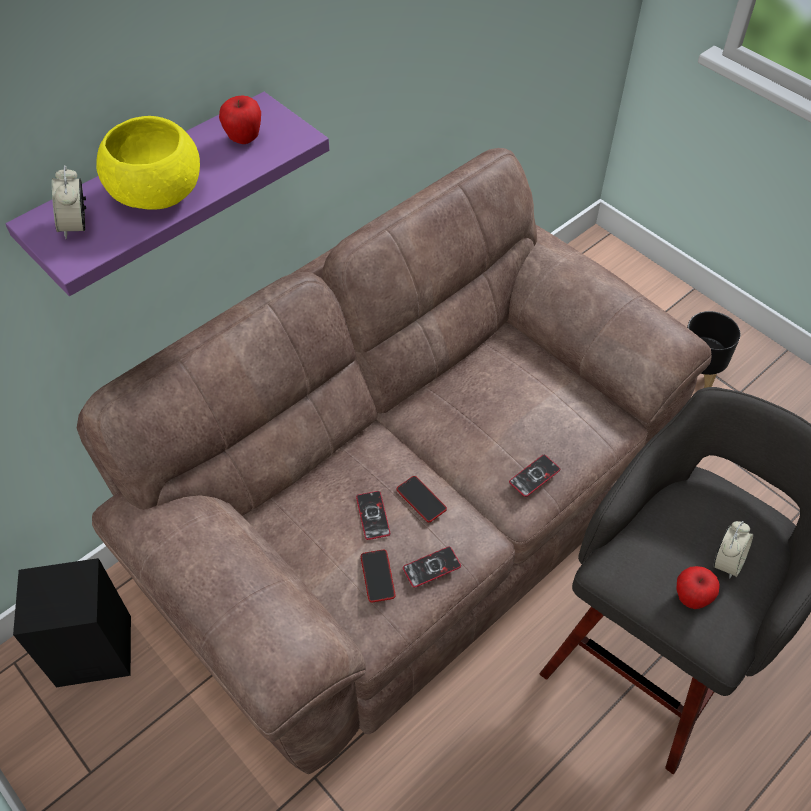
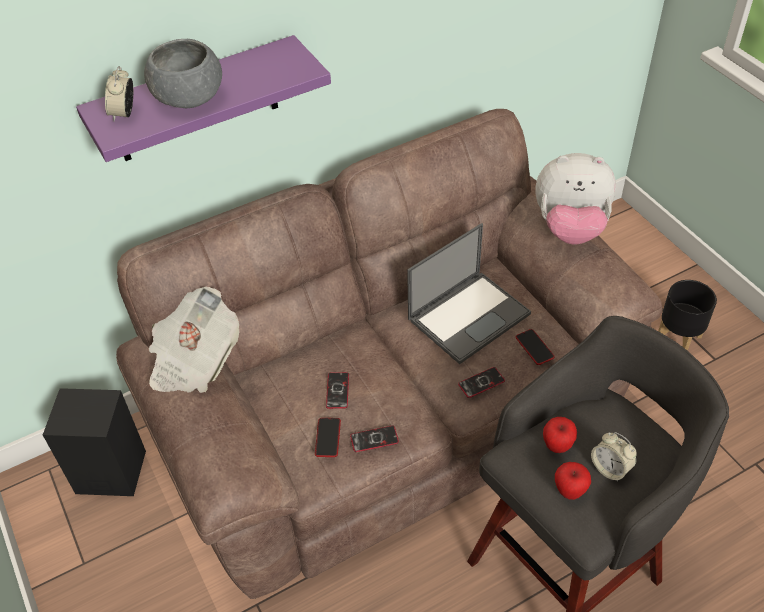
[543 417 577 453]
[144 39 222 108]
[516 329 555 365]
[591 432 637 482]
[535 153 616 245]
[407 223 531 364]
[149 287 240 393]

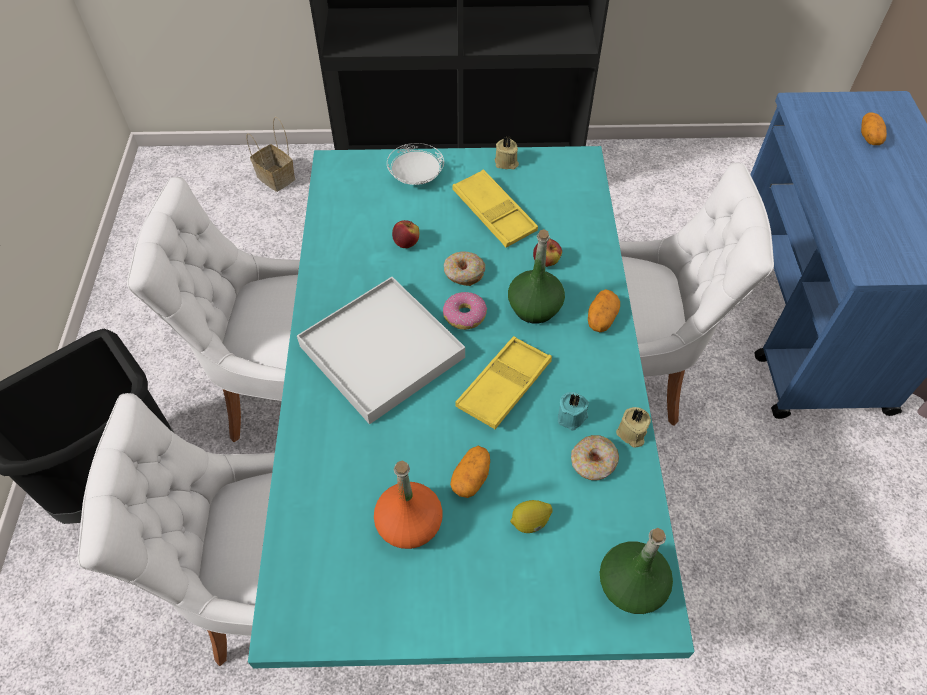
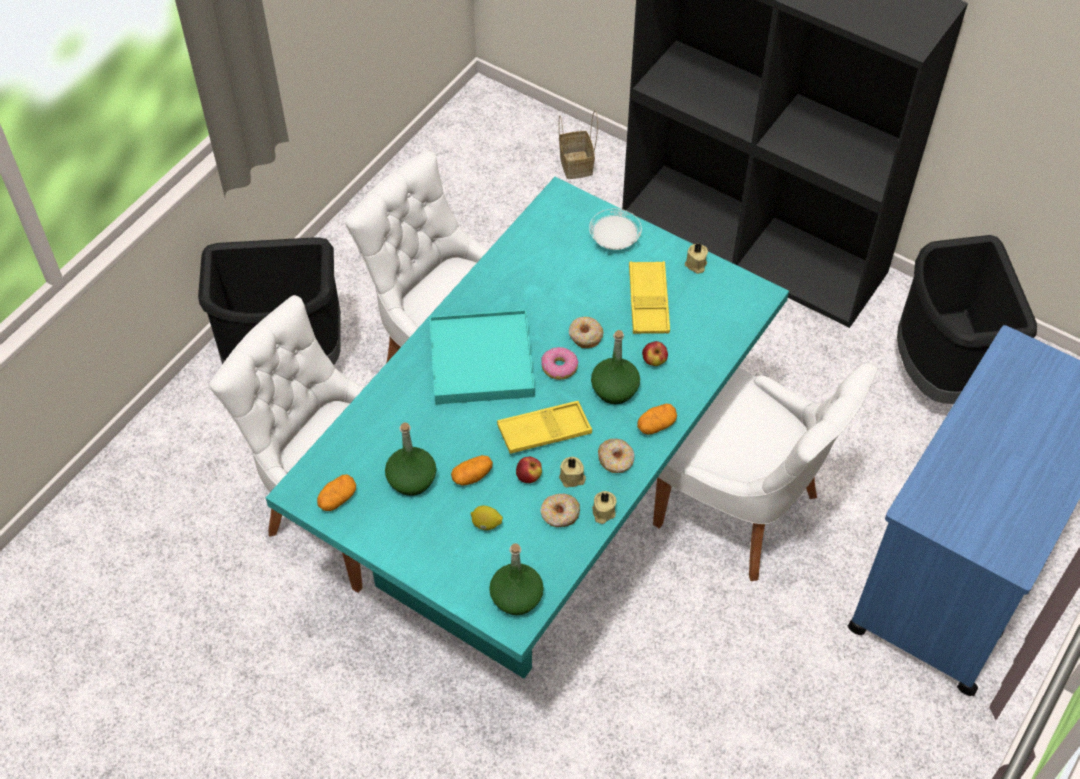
[317 474 356 511]
[516 457 542 483]
[430 310 535 404]
[559 457 586 488]
[385 422 436 496]
[897 235 1037 404]
[598 438 634 473]

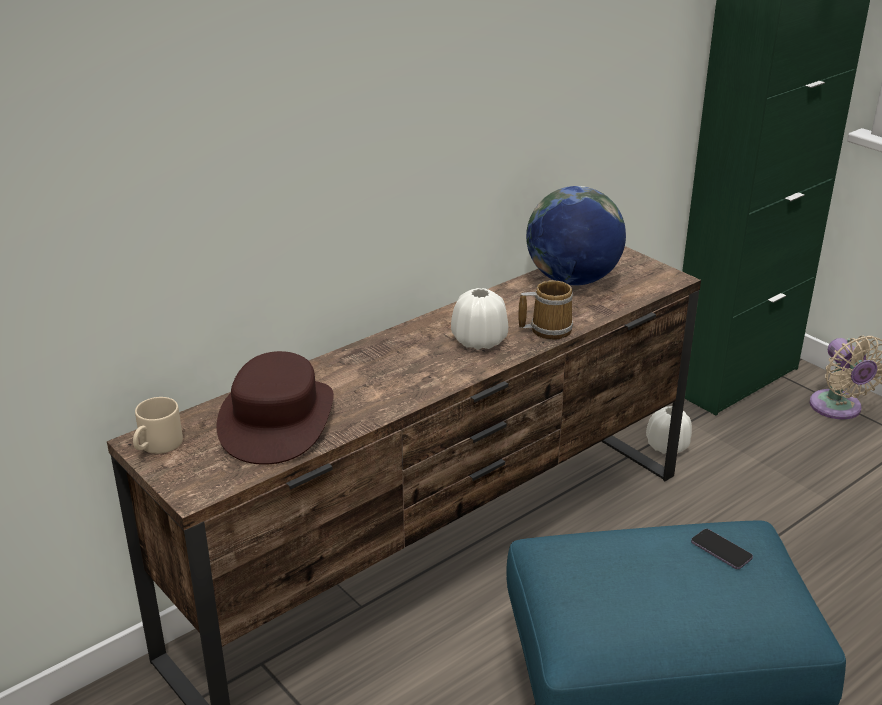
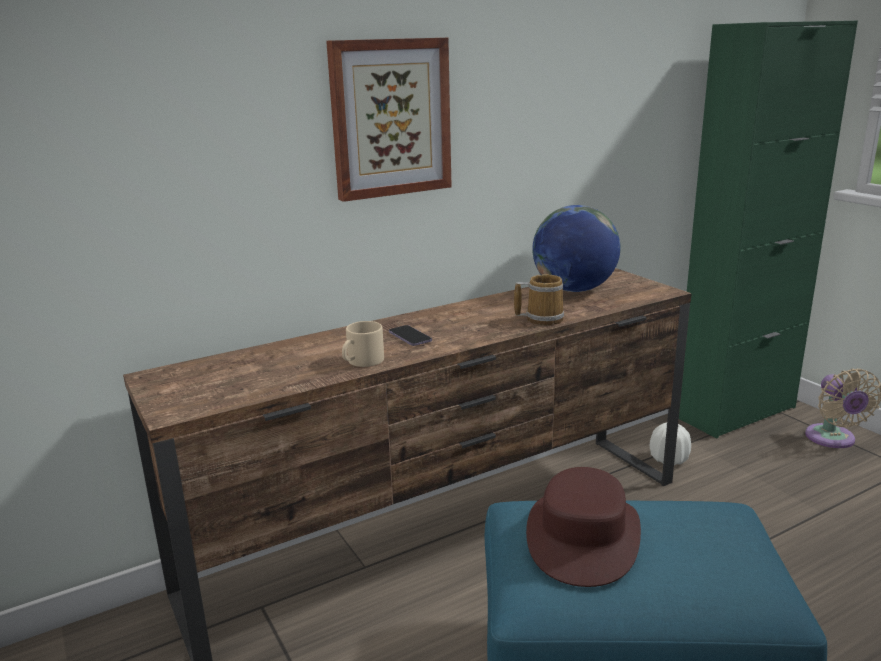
[451 288 508 350] (first image)
[526 467 641 587]
[342 321 384 367]
[389 325 432 346]
[326 38 452 202]

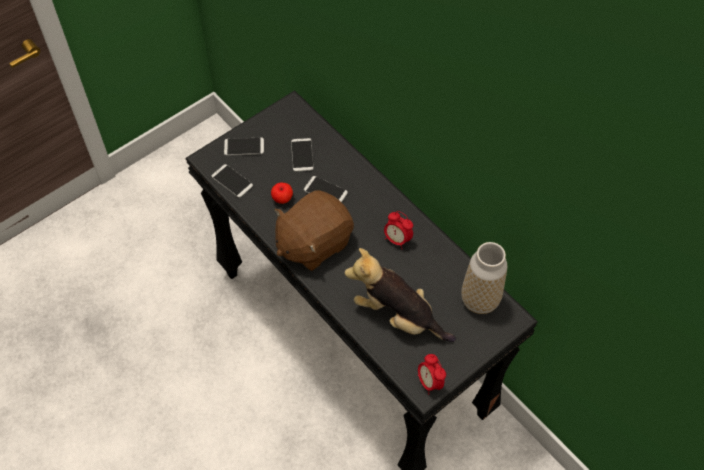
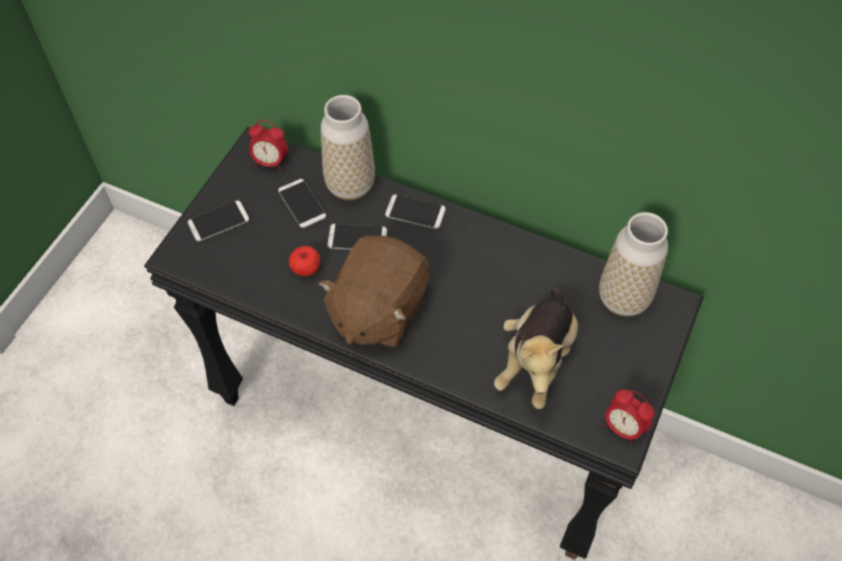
[385 194 446 229]
[249 120 288 171]
[494 287 578 409]
[321 95 375 200]

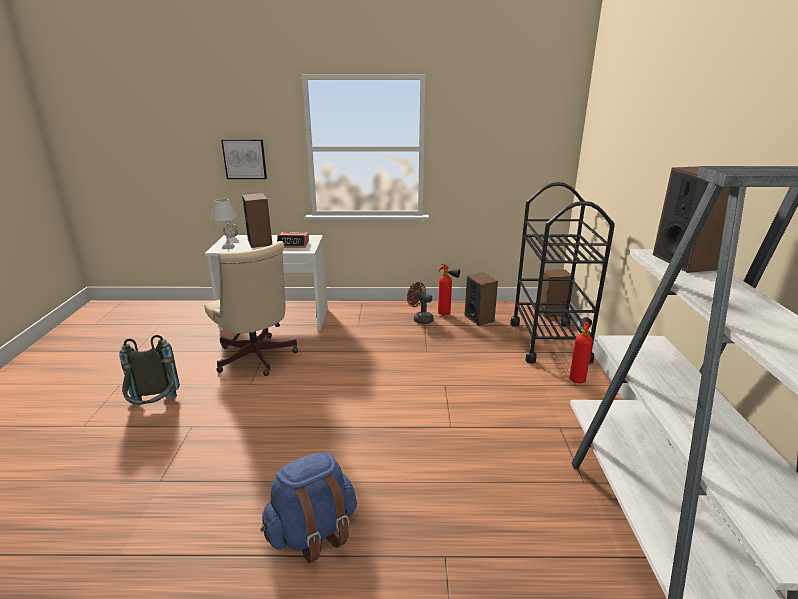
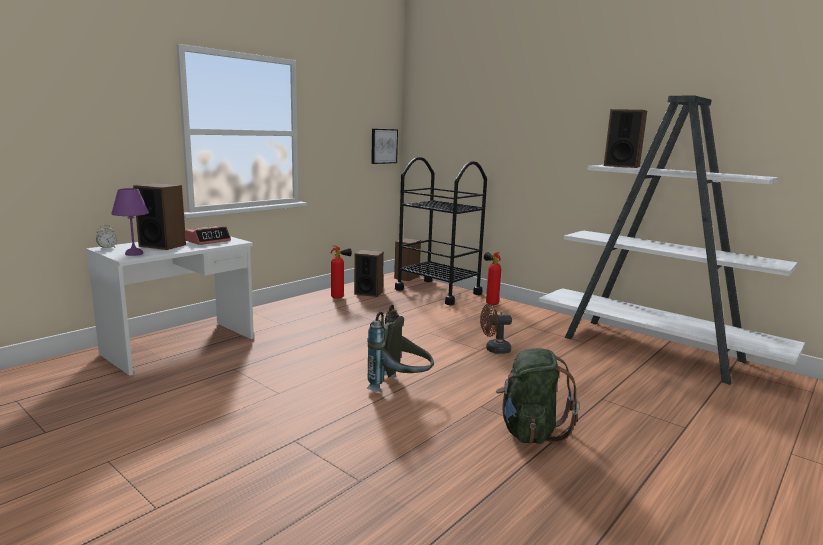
[371 129 398 164]
[111 188 149 256]
[204 241 298 376] (first image)
[480 304 512 354]
[366 304 434 392]
[496 348 579 444]

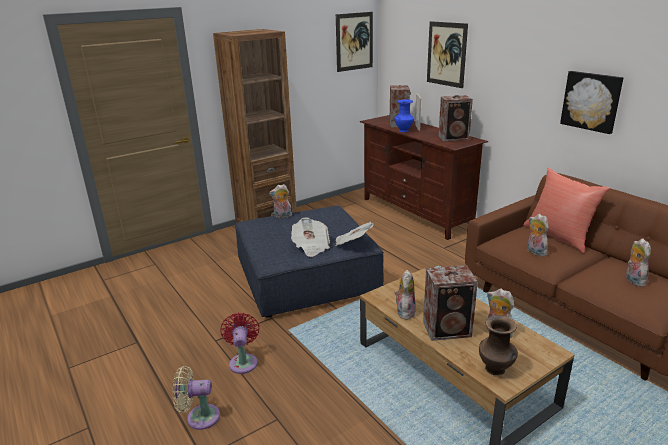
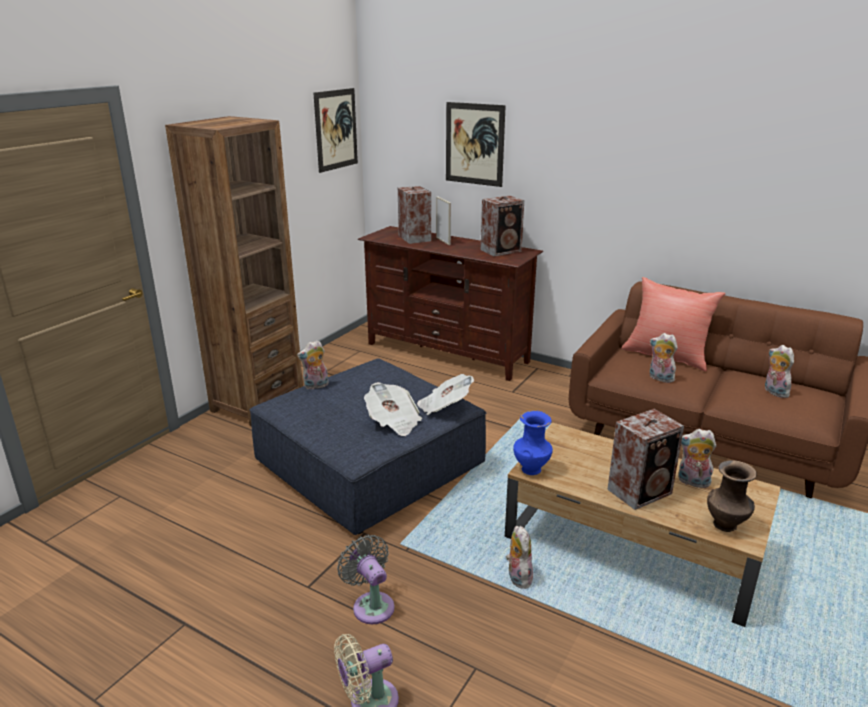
[560 71 624 134] (first image)
[513 410 553 475]
[506 526 533 589]
[337 535 394 624]

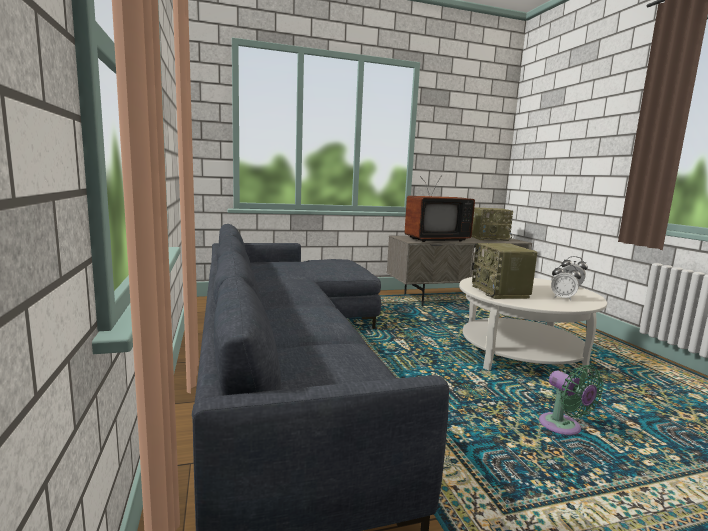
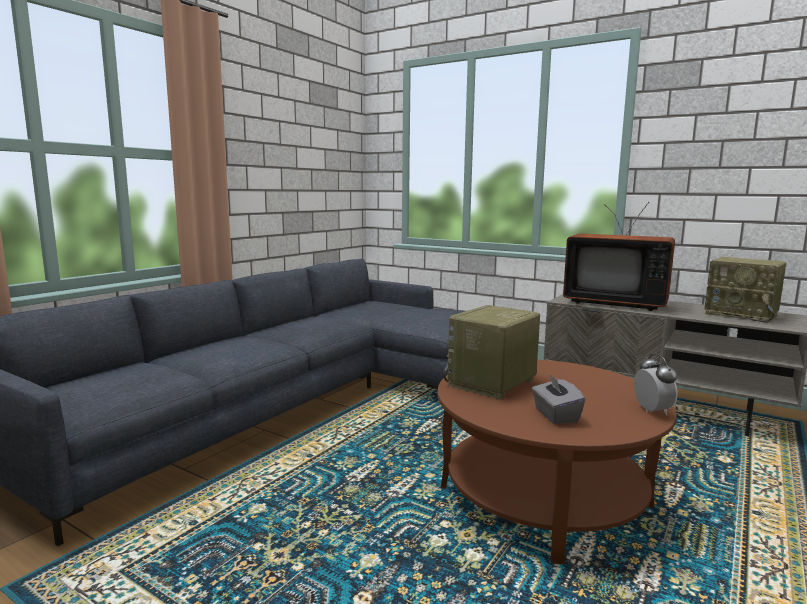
[532 373 585 424]
[437 360 677 565]
[539 365 604 435] (first image)

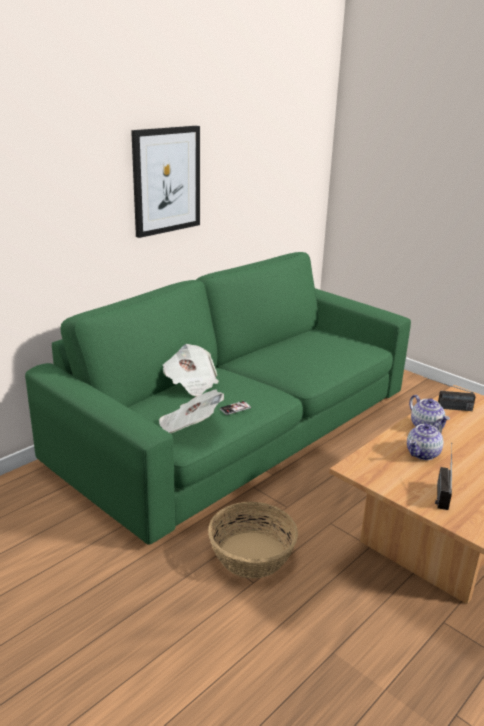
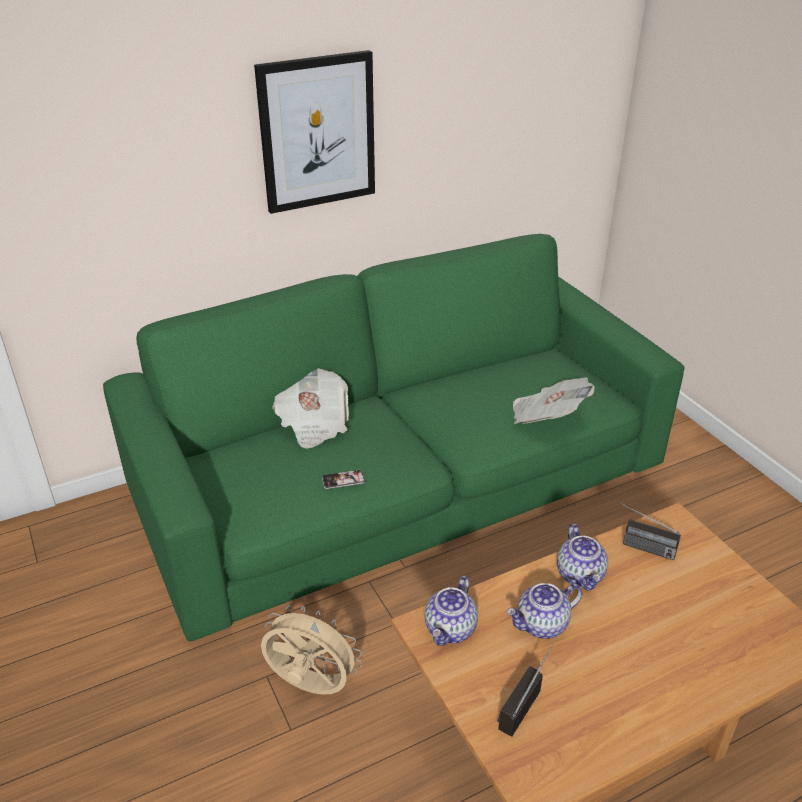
[513 377 595 424]
[261 605 362 695]
[425 575 478 646]

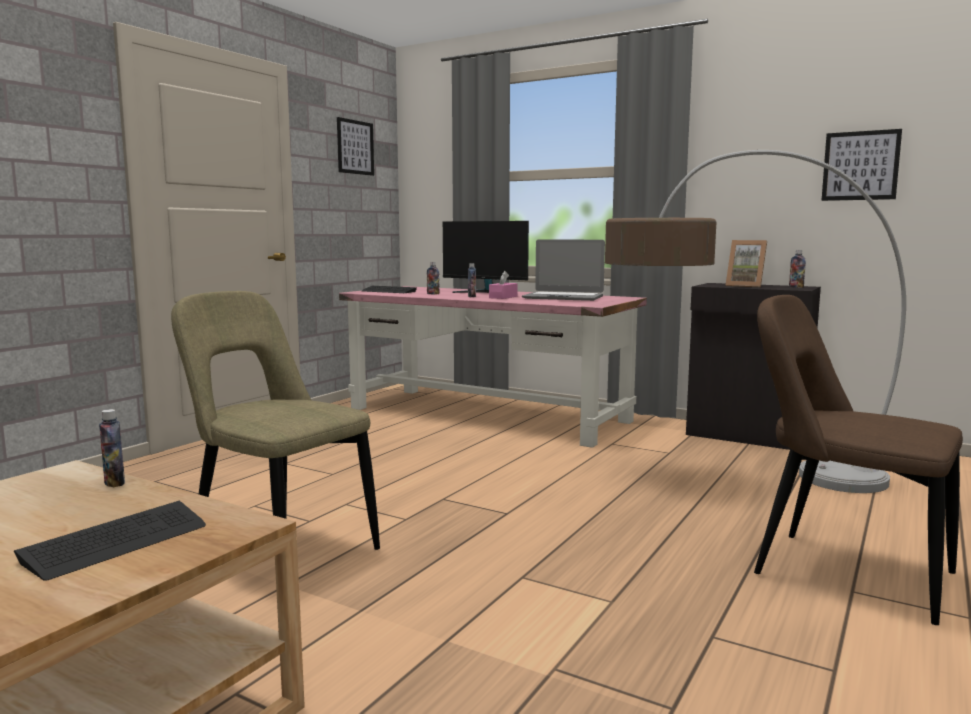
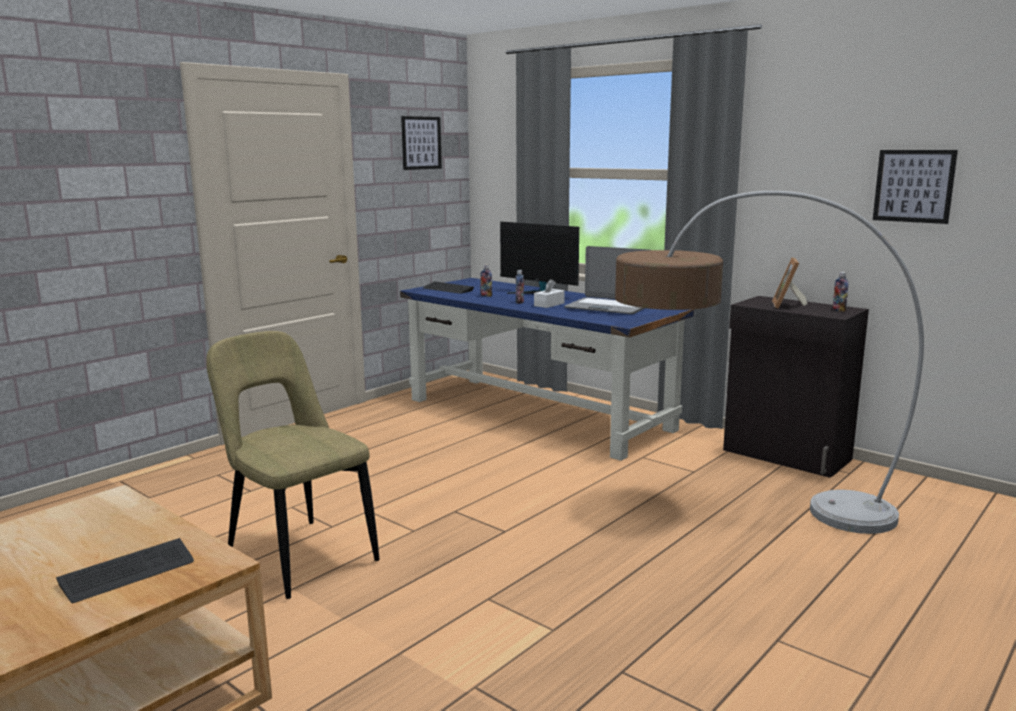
[772 257 807 309]
[534 279 565 308]
[400 278 694 461]
[754 295 963 625] (first image)
[99 409 125 487] (first image)

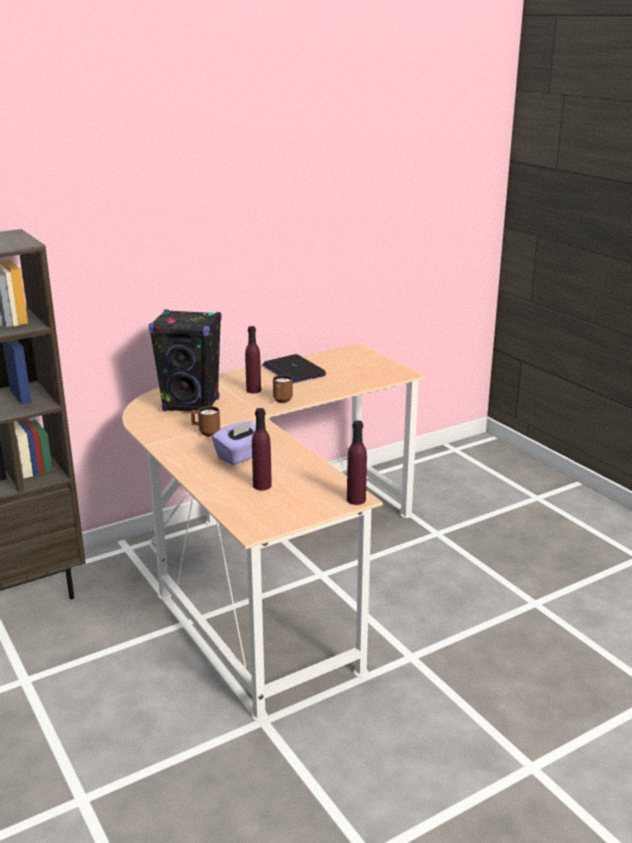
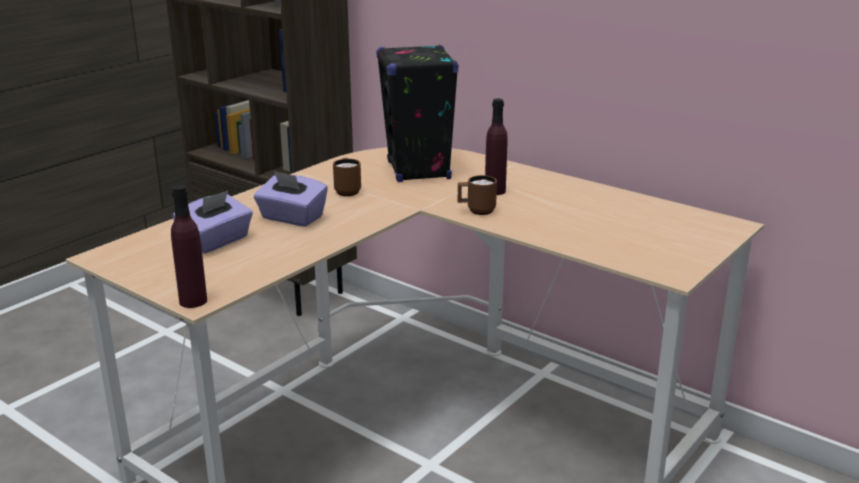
[262 354 326 383] (first image)
[173 190 253 254]

